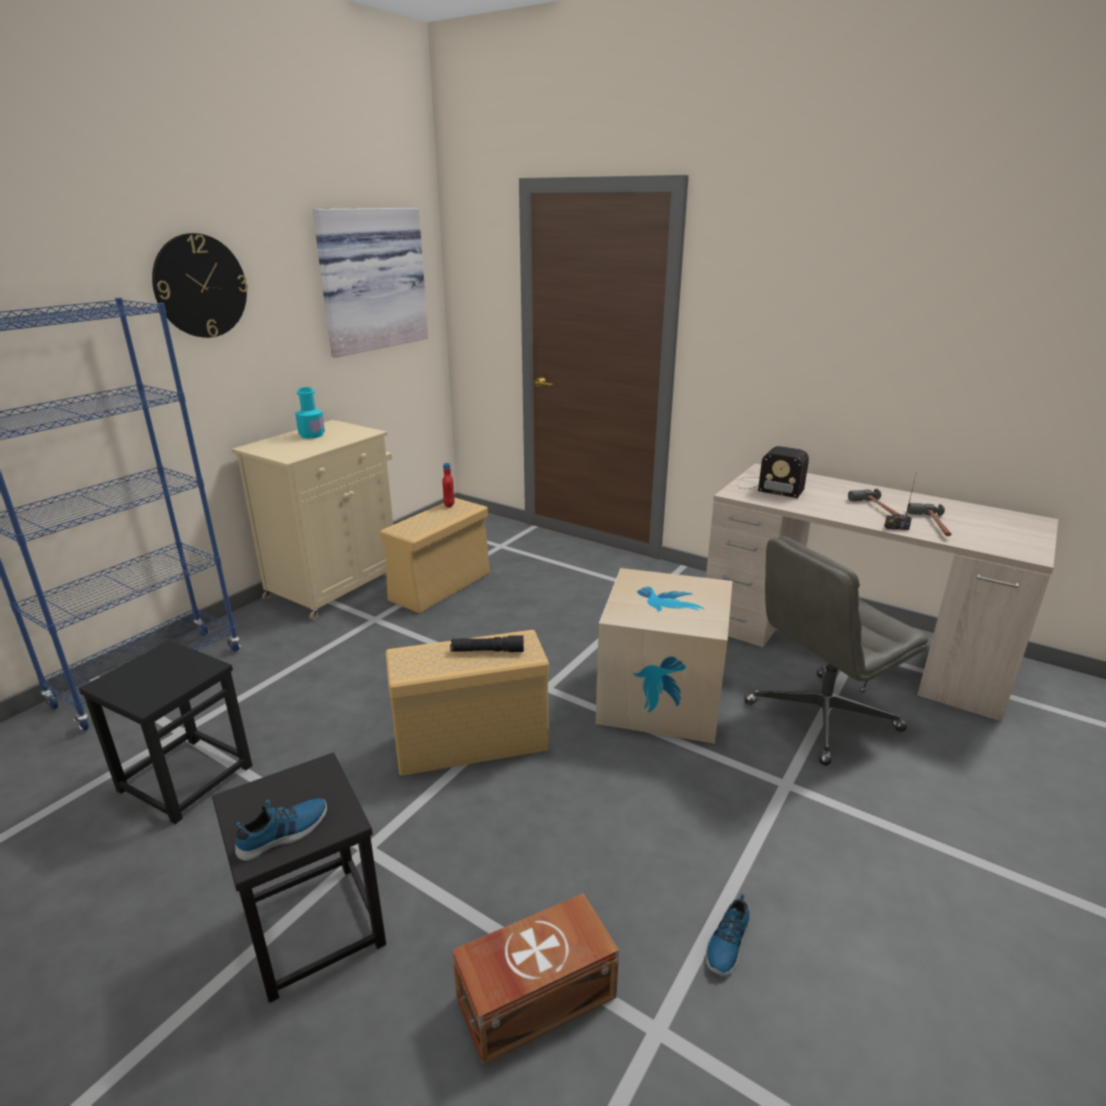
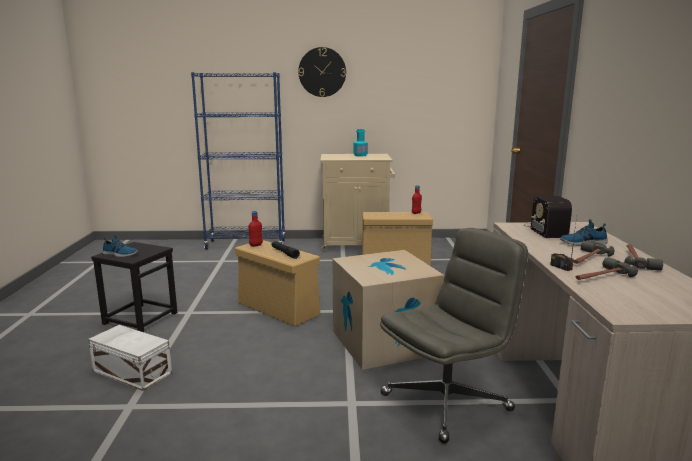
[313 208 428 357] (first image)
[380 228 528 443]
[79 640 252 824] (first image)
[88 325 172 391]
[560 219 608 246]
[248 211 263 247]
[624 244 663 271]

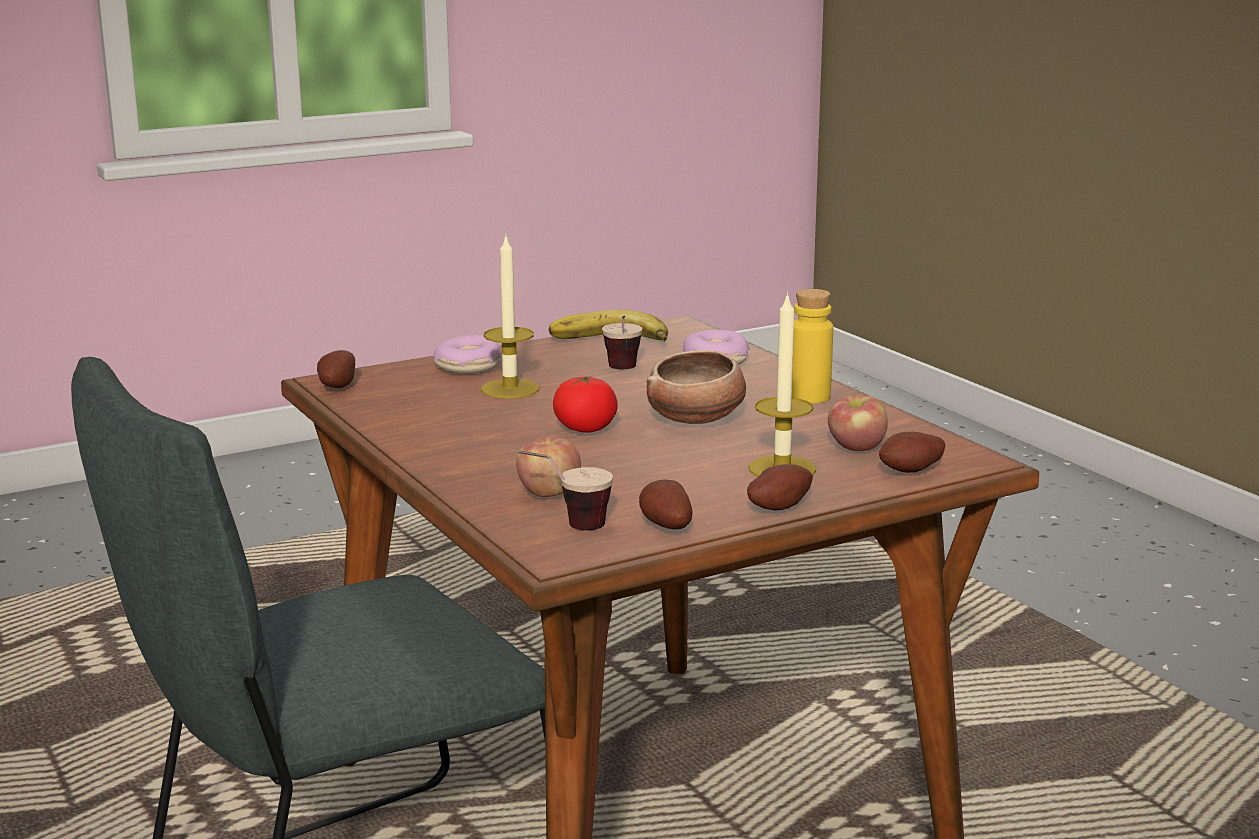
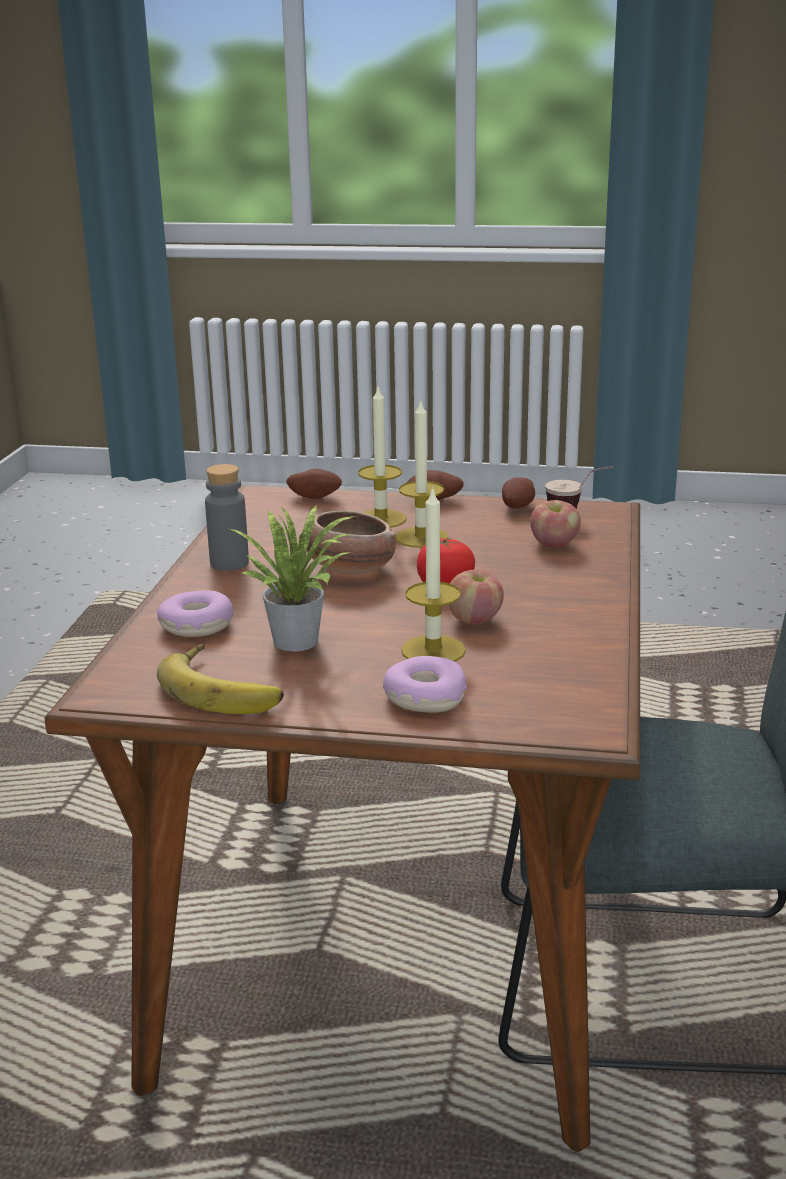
[205 464 249 571]
[230 506 355 651]
[317 350 355 388] (first image)
[449 570 504 624]
[395 398 448 548]

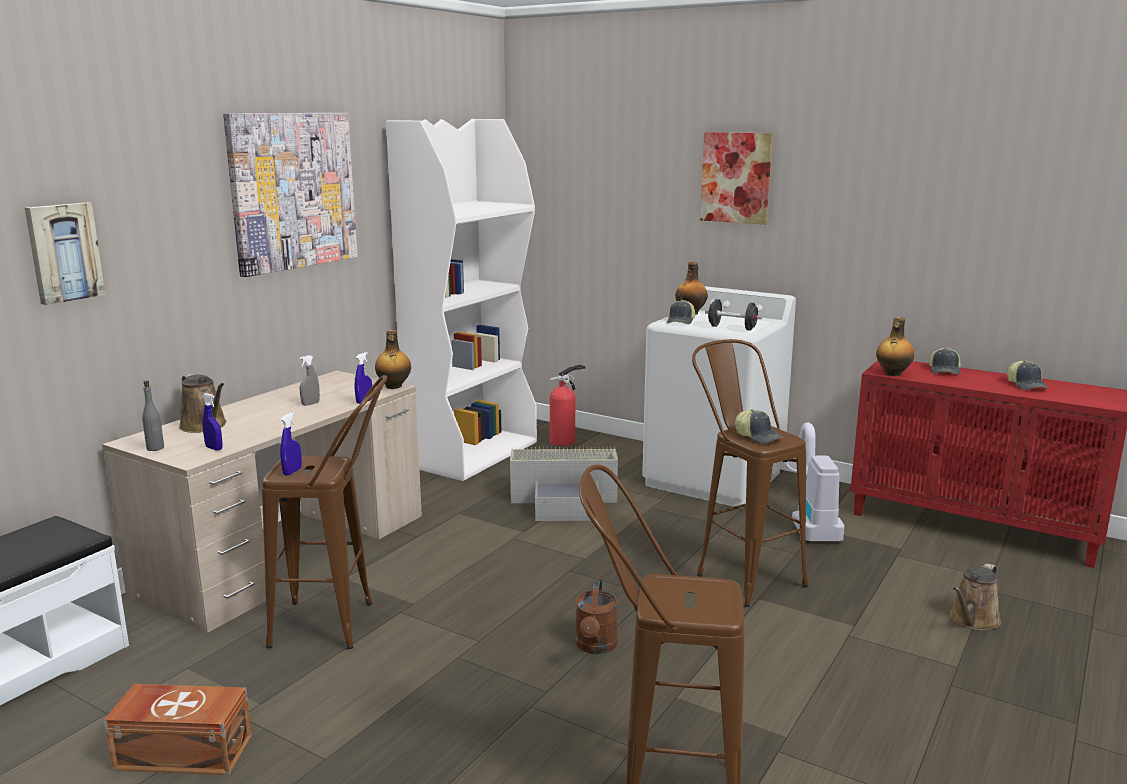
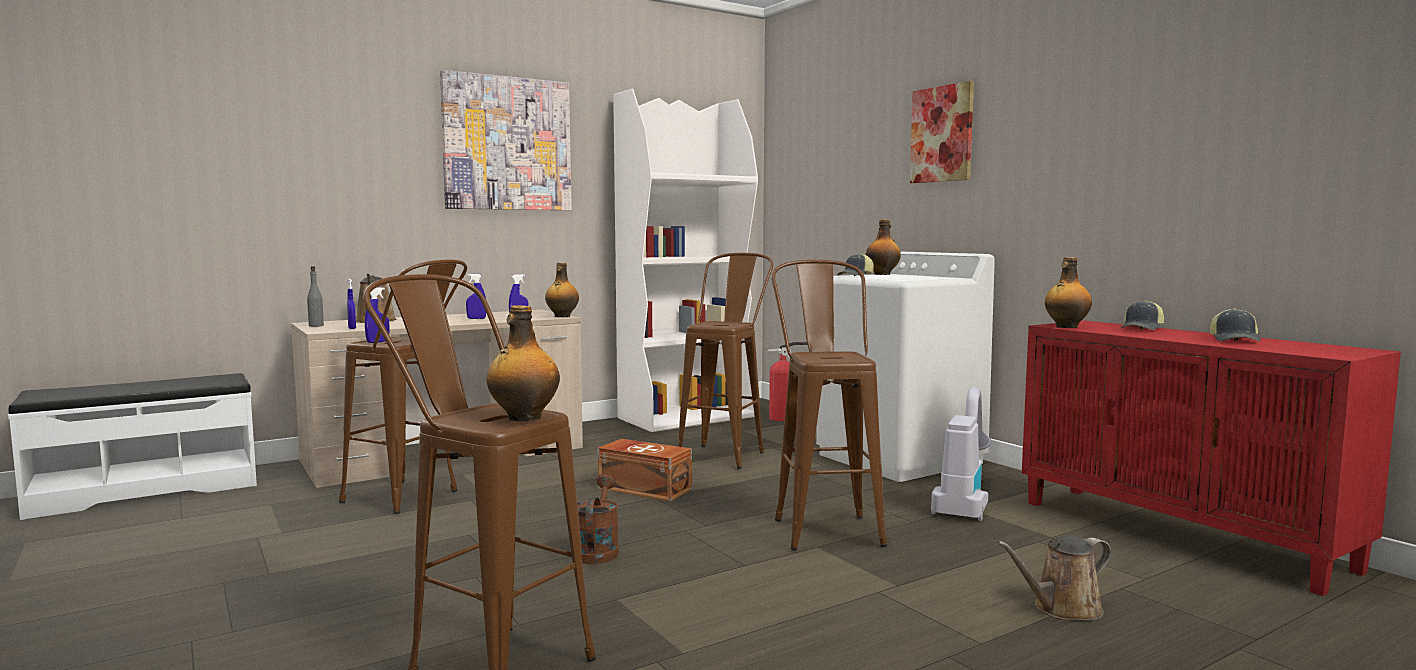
[25 202 106 305] (first image)
[705 299 762 331] (first image)
[466 274 486 319]
[735 409 783 444] (first image)
[678 253 773 469]
[577 474 619 564]
[597 439 692 501]
[486 305 560 421]

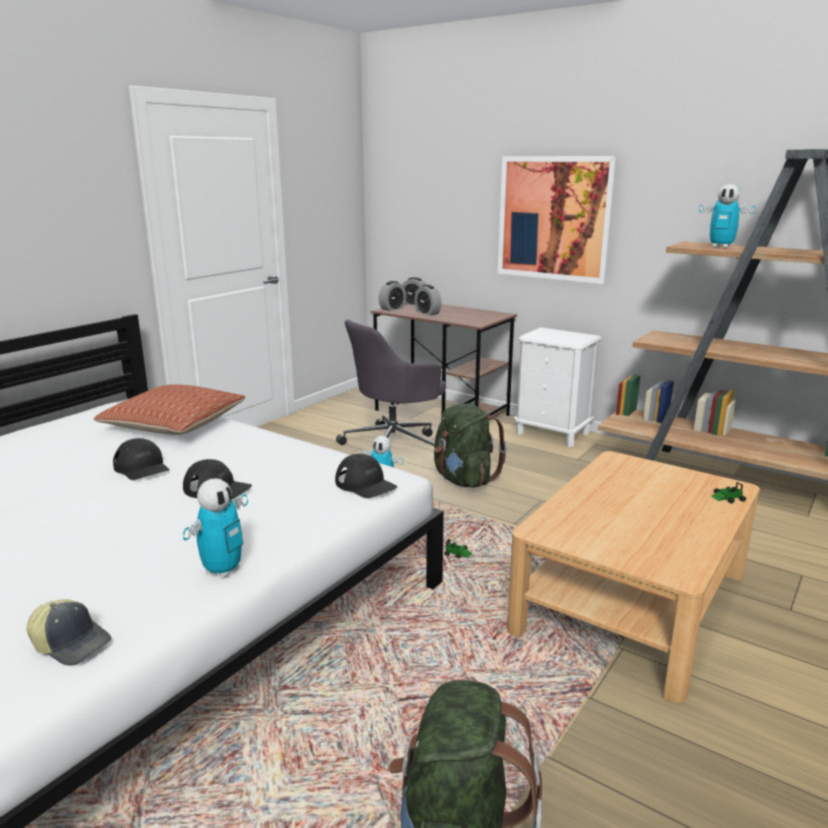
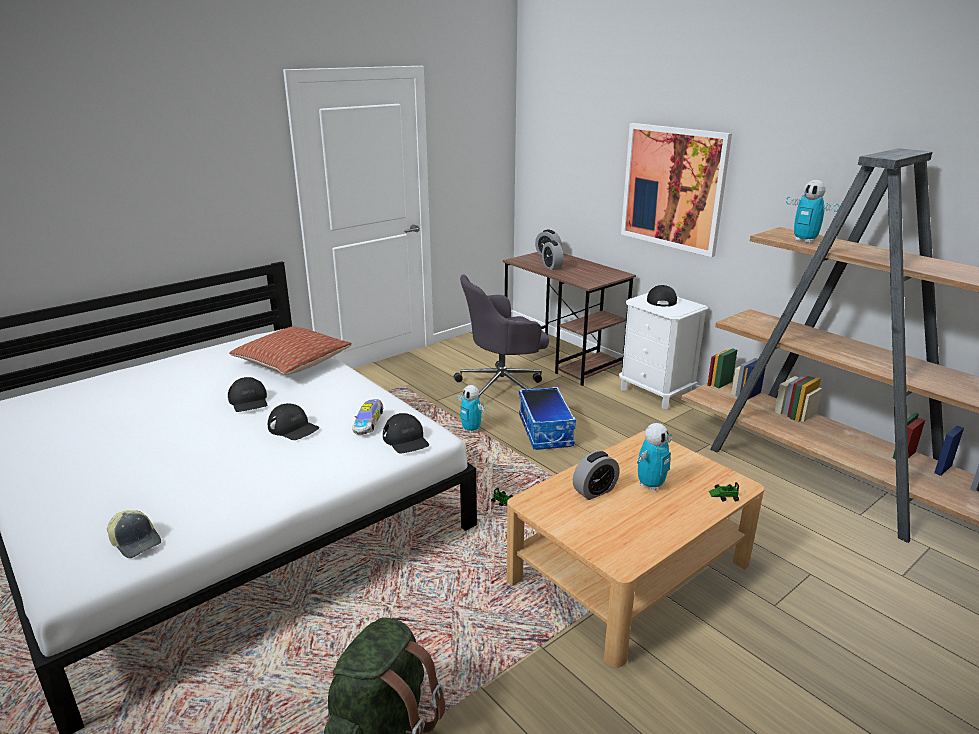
[573 451 620 500]
[519 387 576 450]
[637 423 672 491]
[647 285 677 307]
[352 399 383 435]

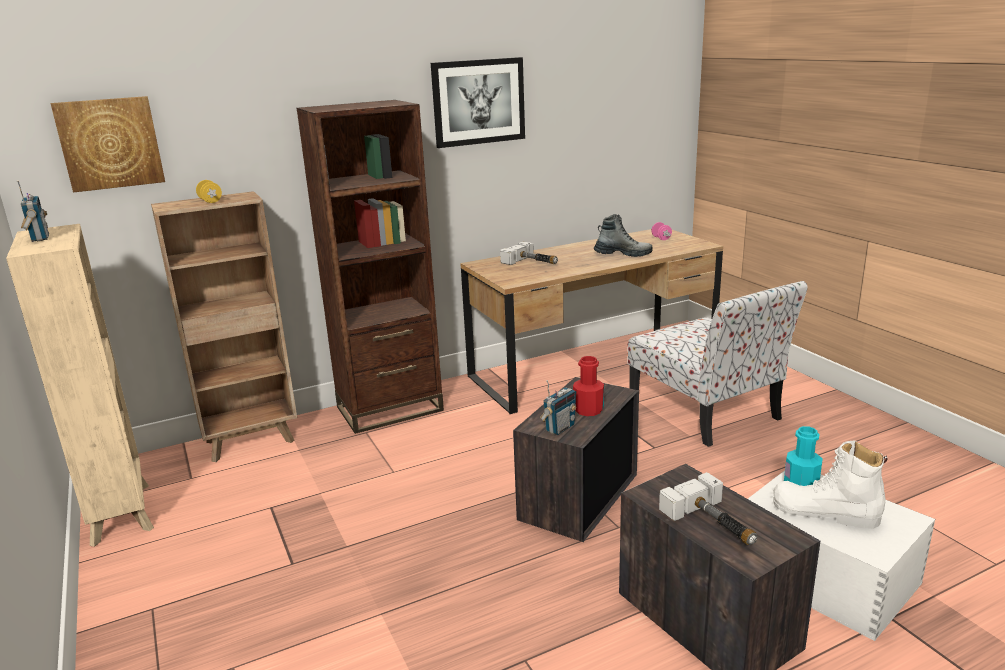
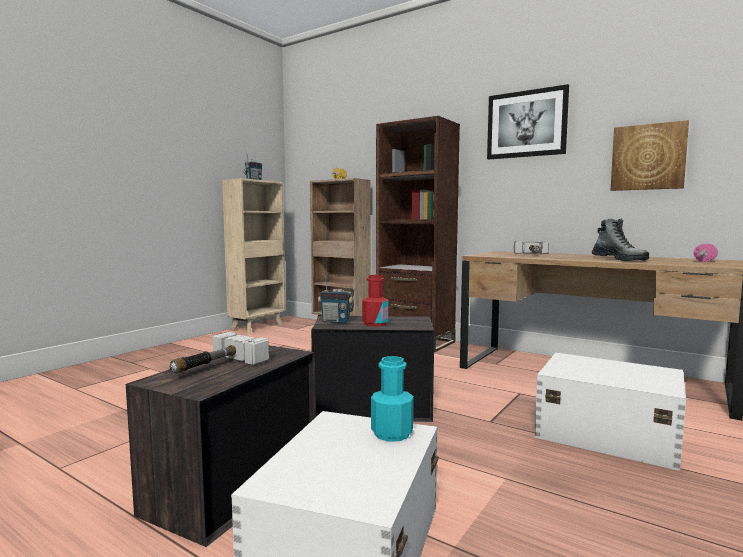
[611 120 689 191]
[534 352 686 471]
[773 440 888 529] (first image)

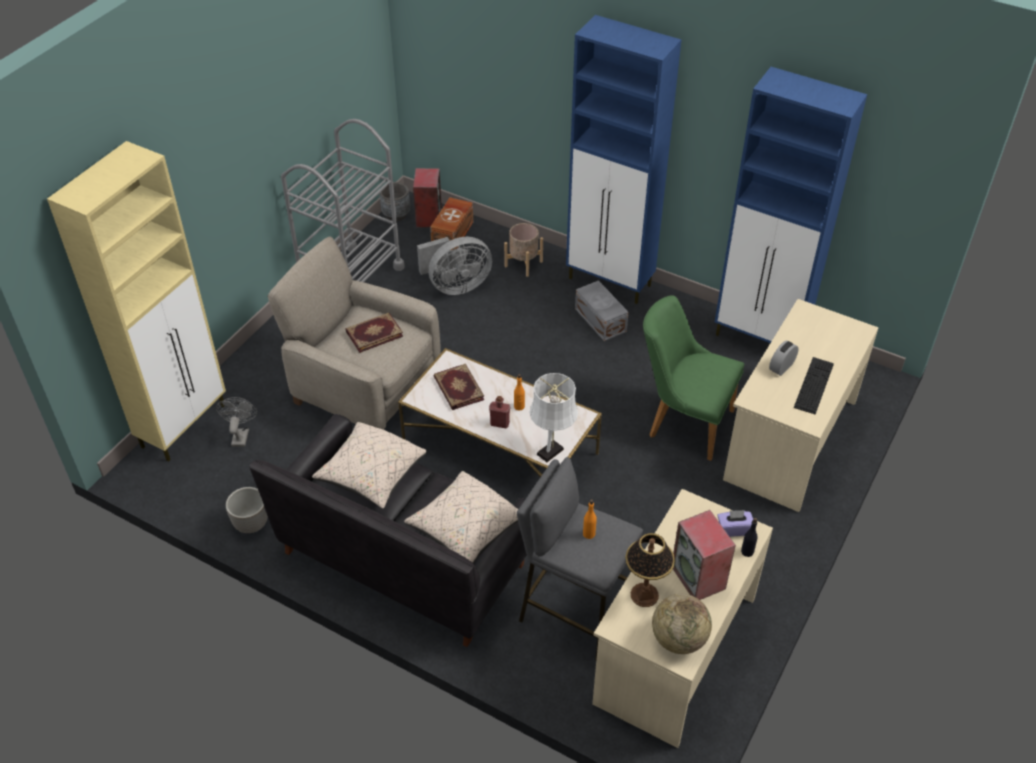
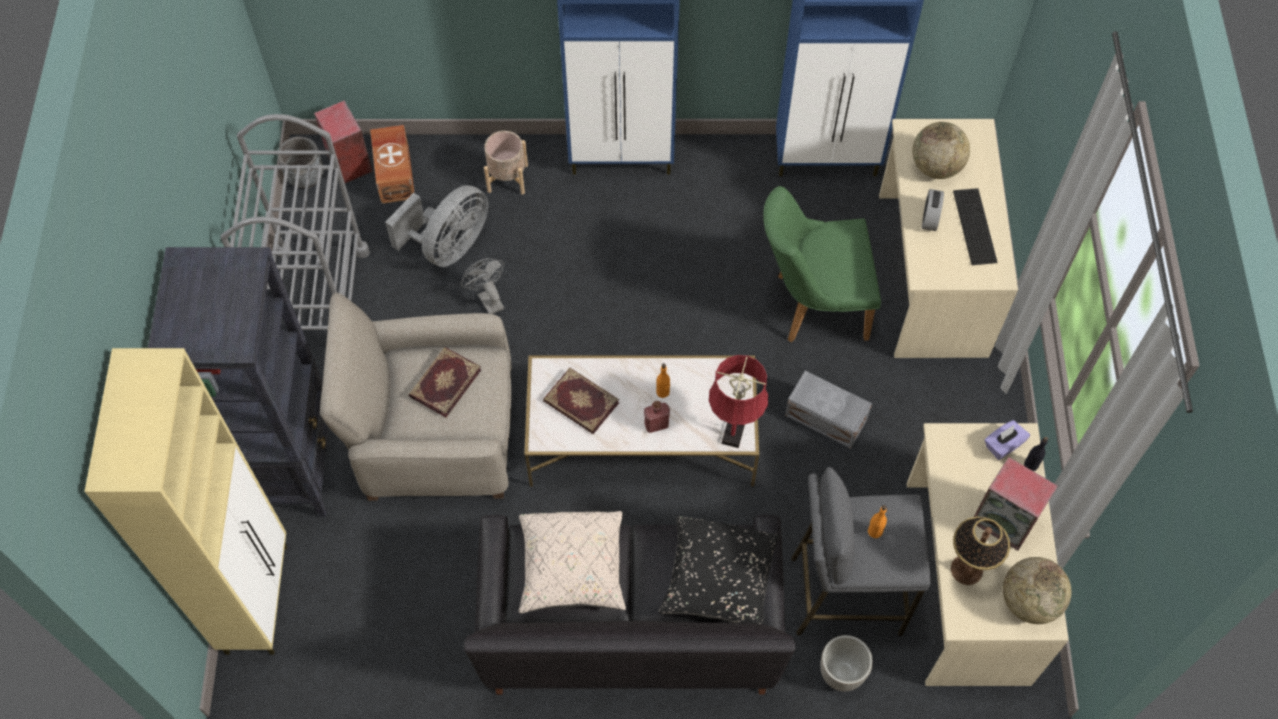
[785 371 872 449]
[709 355 768 448]
[461 258 504 314]
[659 516 780 624]
[820 635 873 691]
[912 122 970 179]
[148 247 329 517]

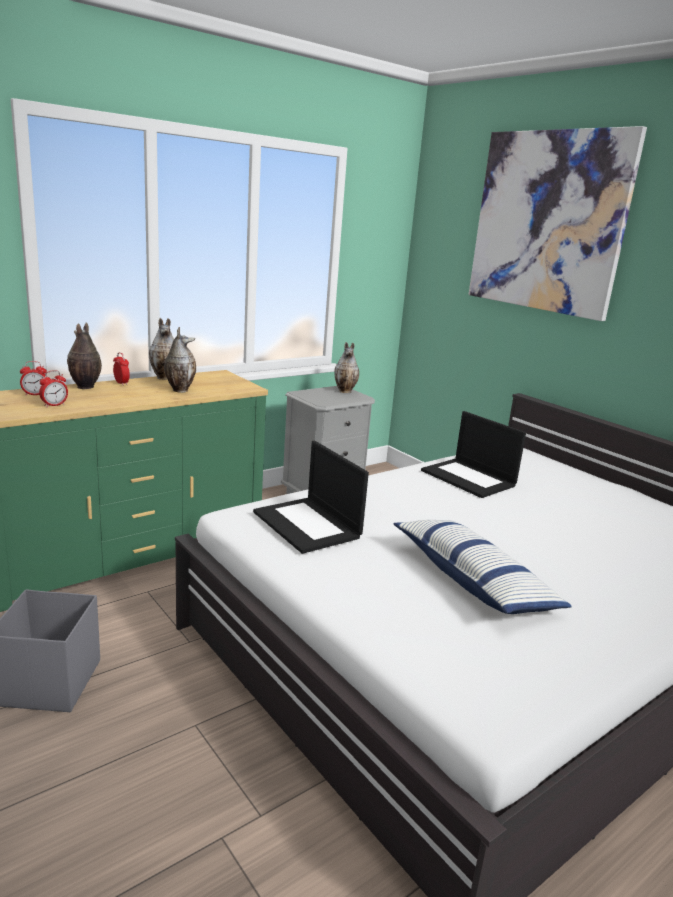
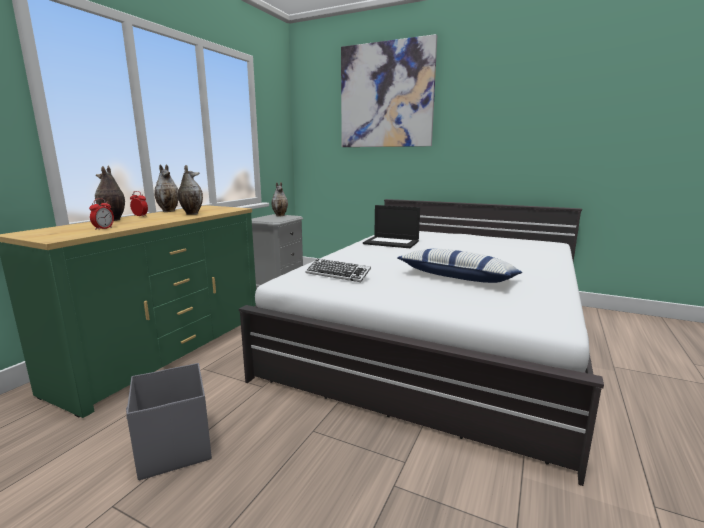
[20 361 47 395] (first image)
[305 259 371 282]

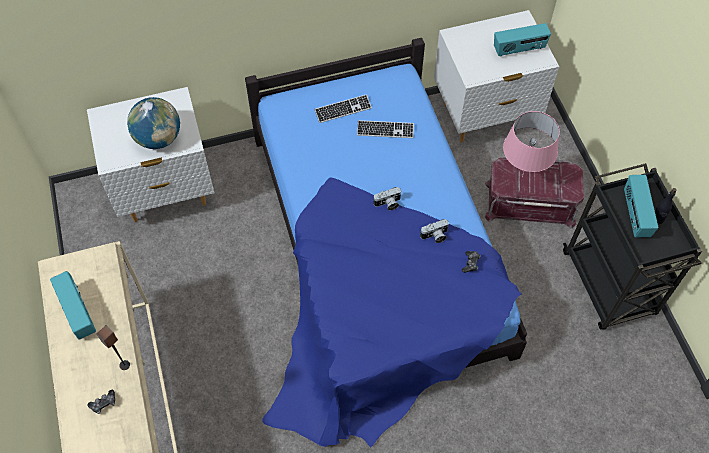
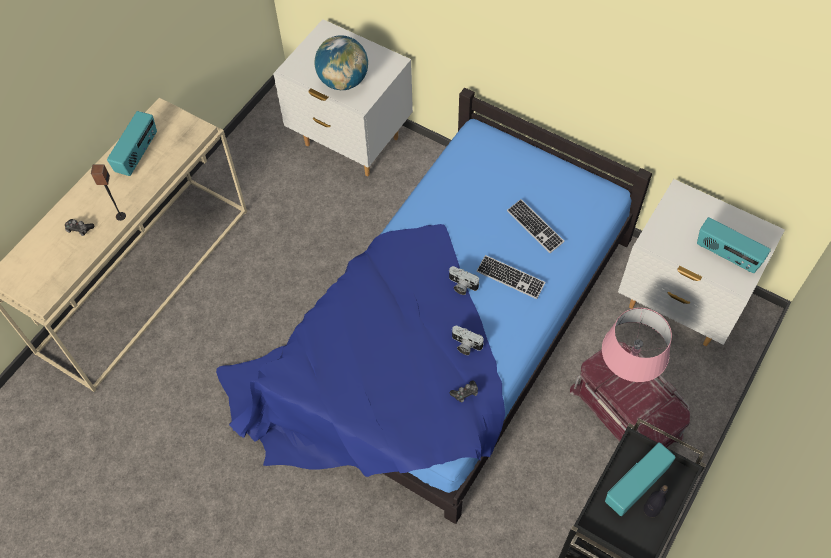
[477 255 546 299]

